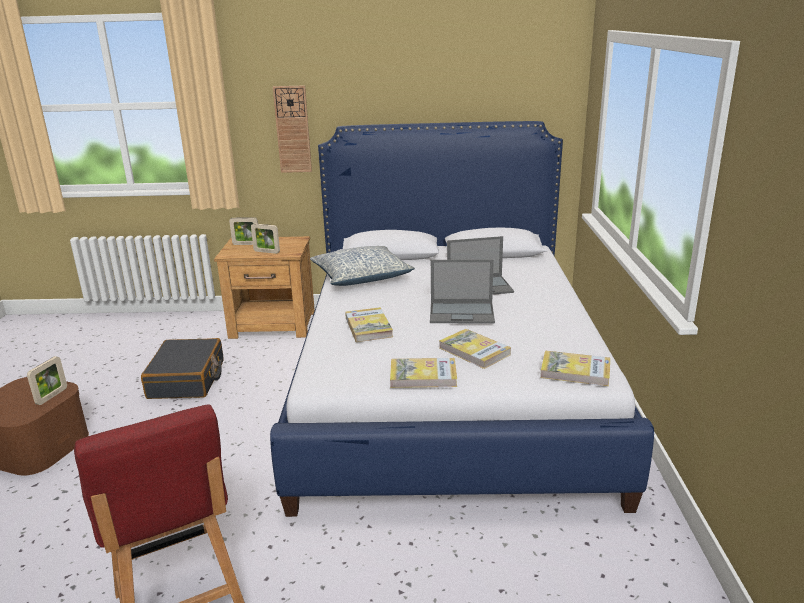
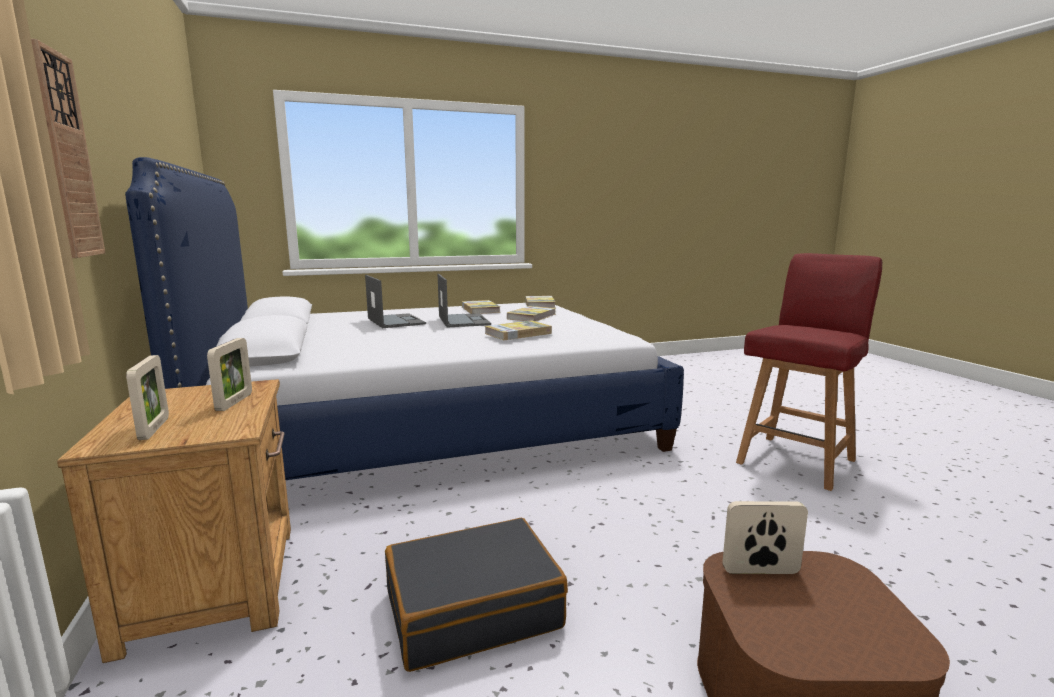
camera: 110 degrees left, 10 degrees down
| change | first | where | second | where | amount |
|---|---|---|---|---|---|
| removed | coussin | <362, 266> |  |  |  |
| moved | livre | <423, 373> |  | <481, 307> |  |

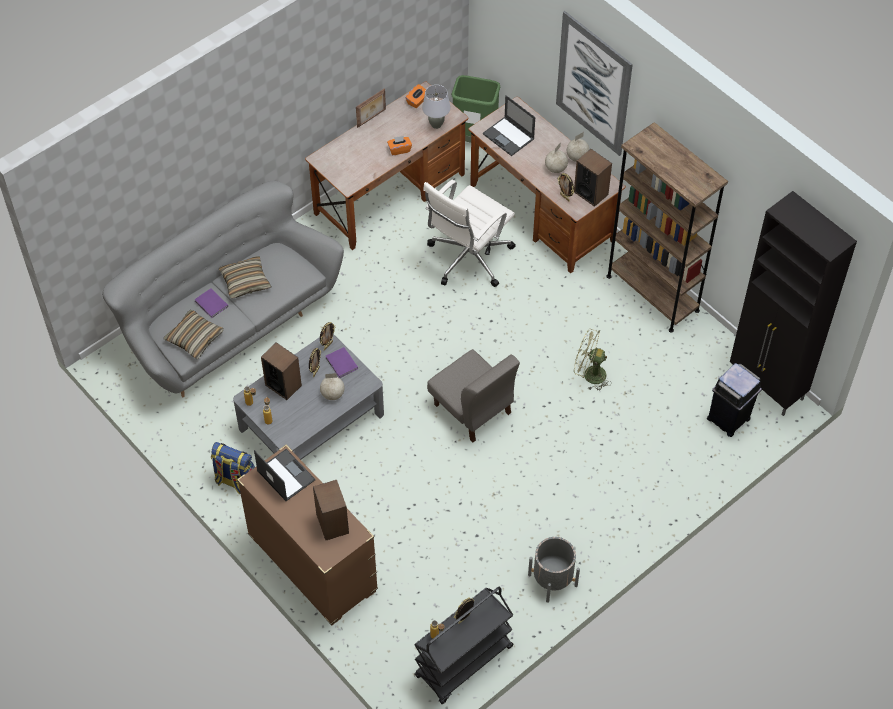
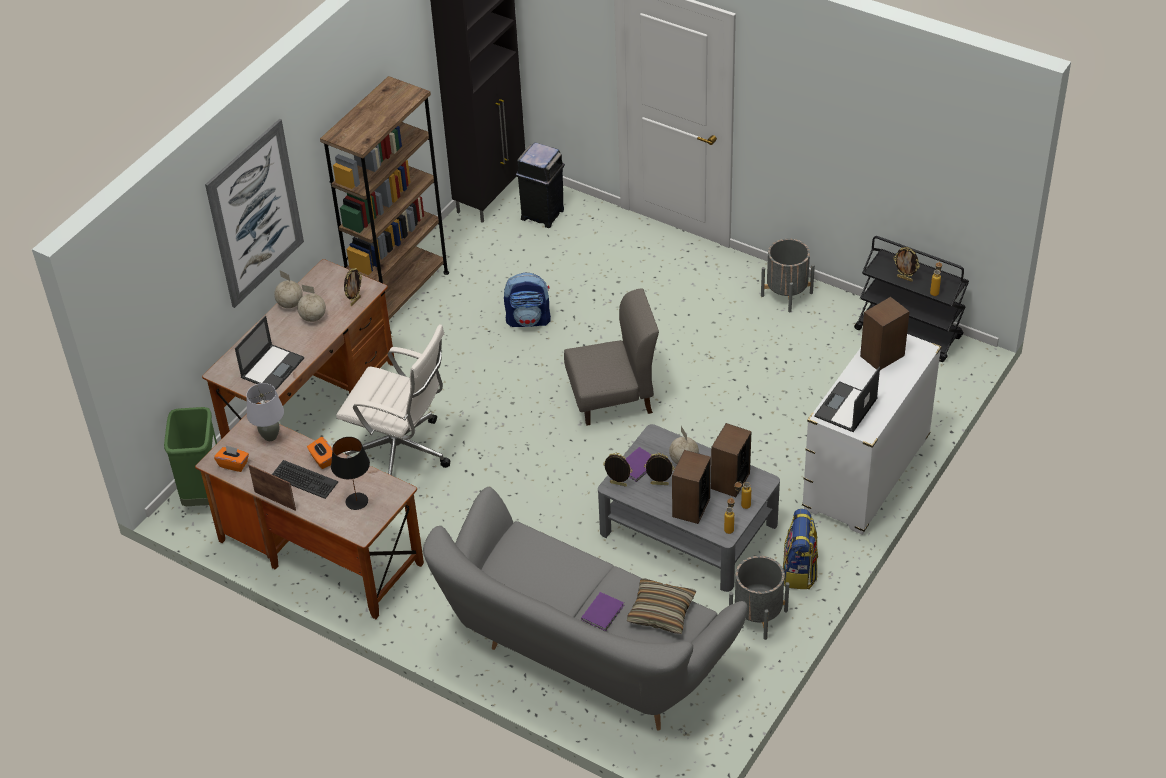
camera: 105 degrees left, 10 degrees down
| change | first | where | second | where | amount |
|---|---|---|---|---|---|
| removed | coussin | <245, 277> |  |  |  |
| recoloured | commode (marron) | <307, 535> | commode (blanc) | <872, 434> |  |
| turned | chaise (gris) | <473, 395> |  | <611, 357> | 45 degrees clockwise |
| moved | enceinte | <593, 178> |  | <731, 460> |  |
| replaced | ventilateur (vert) | <593, 360> | sac à dos | <527, 299> |  |
| added |  |  | clavier | <305, 479> |  |
| added |  |  | lampe de table (noir) | <350, 473> |  |
| added |  |  | cache-pot (gris) | <759, 598> |  |

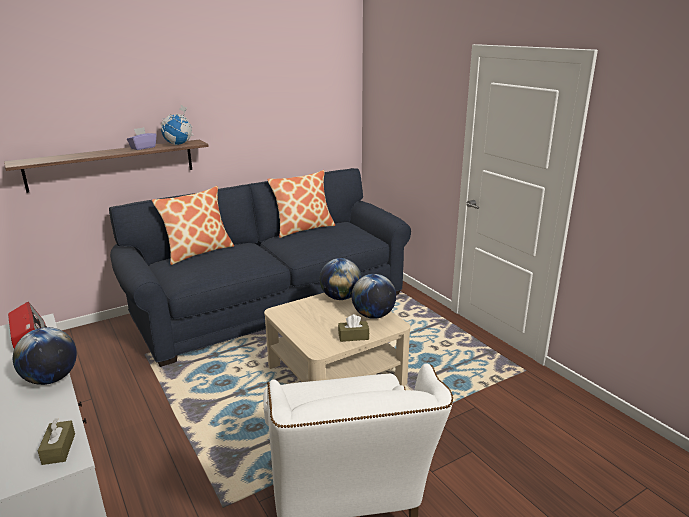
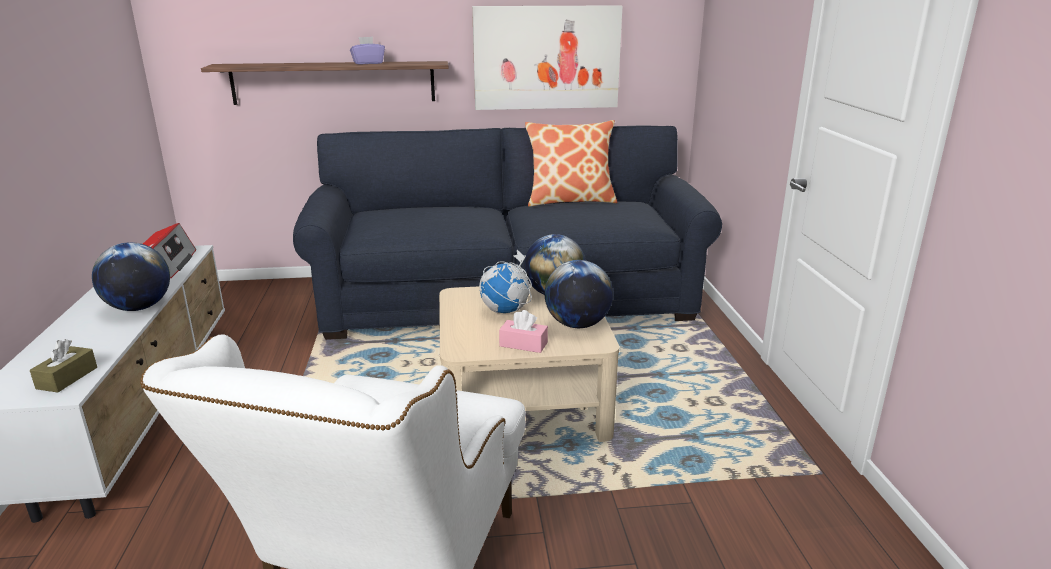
camera: 25 degrees right, 0 degrees up
| change | first | where | second | where | amount |
|---|---|---|---|---|---|
| removed | coussin | <193, 225> |  |  |  |
| moved | globe | <177, 125> |  | <505, 281> |  |
| recoloured | boîte à mouchoirs (marron) | <353, 328> | boîte à mouchoirs (rose) | <523, 331> |  |
| added |  |  | tableau | <547, 57> |  |

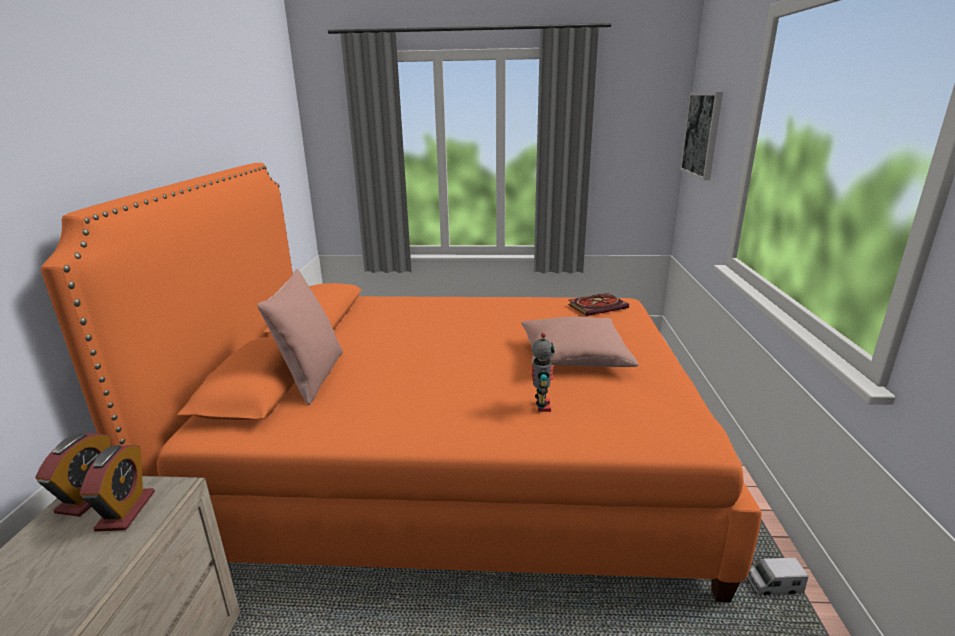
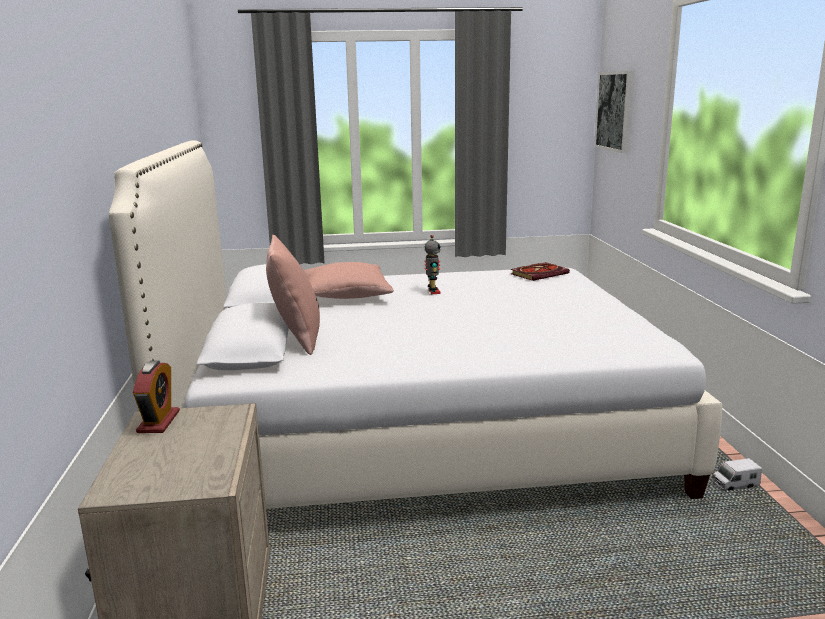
camera: 10 degrees left, 5 degrees down
| change | first | where | second | where | amount |
|---|---|---|---|---|---|
| recoloured | lit (orange) | <401, 382> | lit (blanc) | <415, 324> |  |
| removed | réveil | <117, 488> |  |  |  |
| moved | coussin (rose) | <580, 342> |  | <349, 280> |  |
| moved | robot jouet | <543, 372> |  | <433, 264> |  |

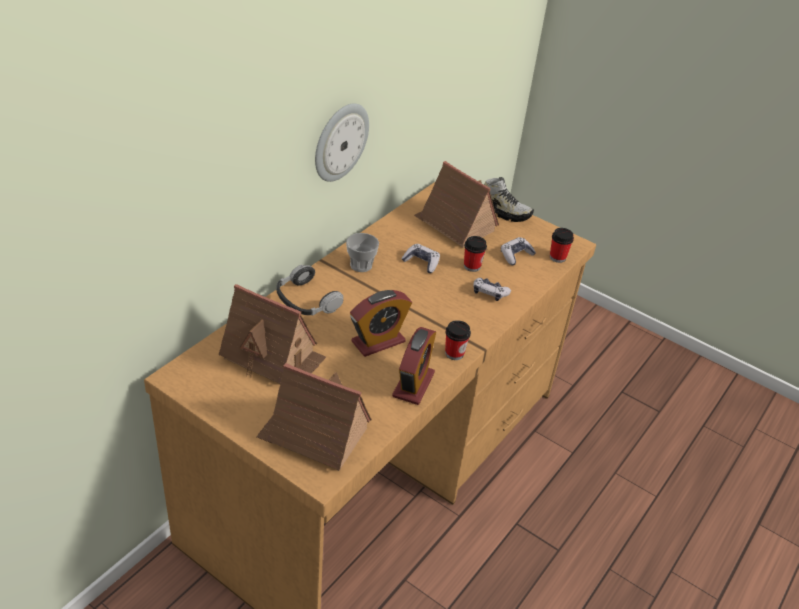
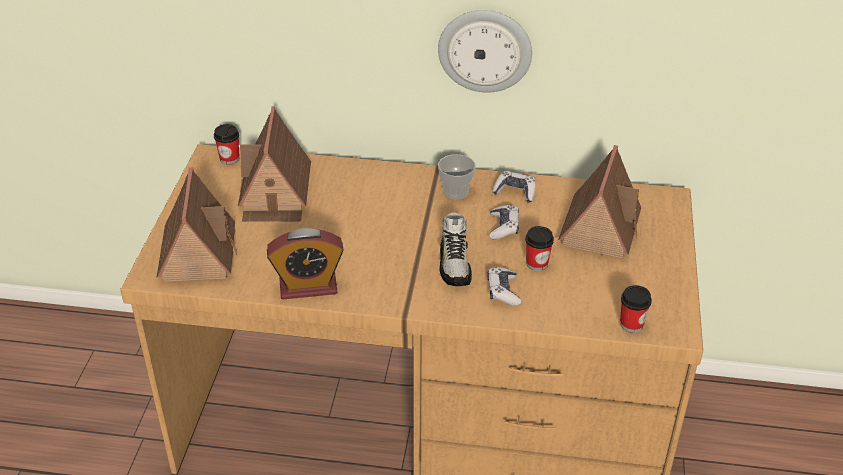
camera: 65 degrees right, 0 degrees up
| change | first | where | second | where | amount |
|---|---|---|---|---|---|
| removed | casque audio | <310, 290> |  |  |  |
| removed | réveil | <381, 323> |  |  |  |
| moved | tasse | <458, 340> |  | <226, 144> |  |
| moved | chaussure | <509, 199> |  | <456, 249> |  |
| moved | manette | <518, 251> |  | <514, 186> |  |

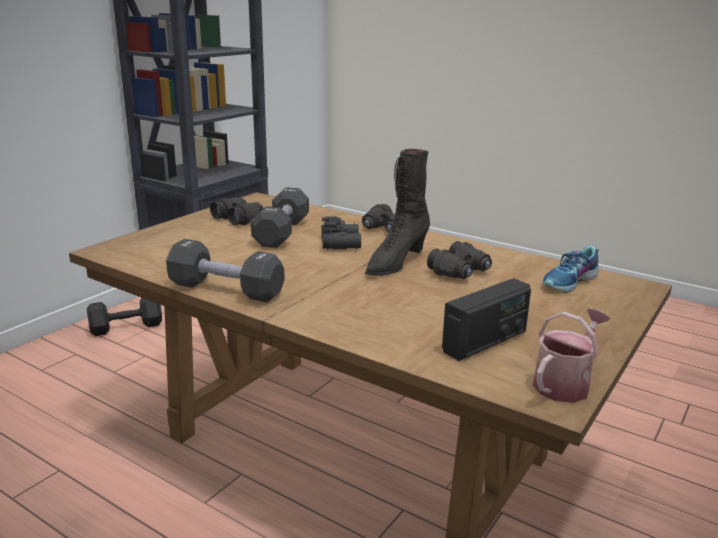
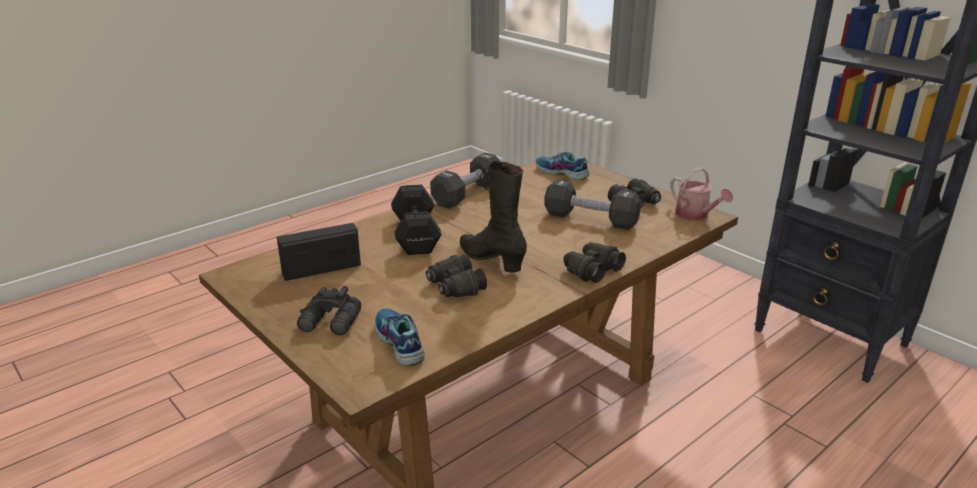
camera: 105 degrees right, 5 degrees up
| change | first | where | second | where | amount |
|---|---|---|---|---|---|
| moved | haltère (noir) | <124, 317> |  | <416, 219> |  |
| moved | jumelles (noir) | <341, 232> |  | <329, 311> |  |
| turned | radio | <486, 319> |  | <319, 252> | 90 degrees clockwise |
| moved | arrosoir | <571, 355> |  | <701, 194> |  |
| added |  |  | chaussure | <562, 166> |  |

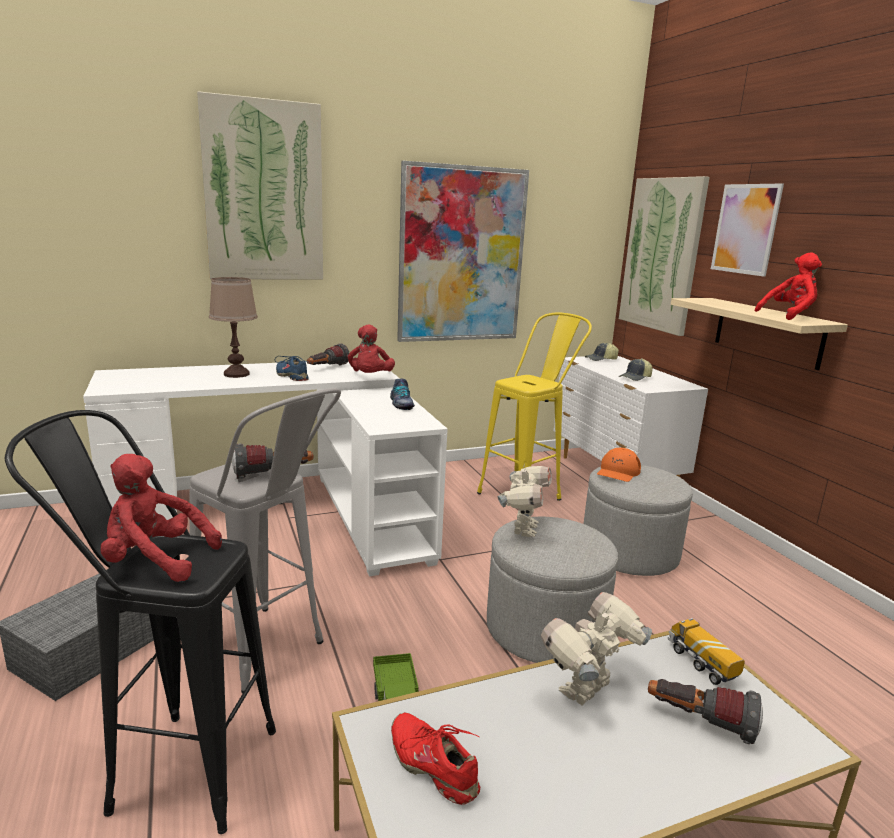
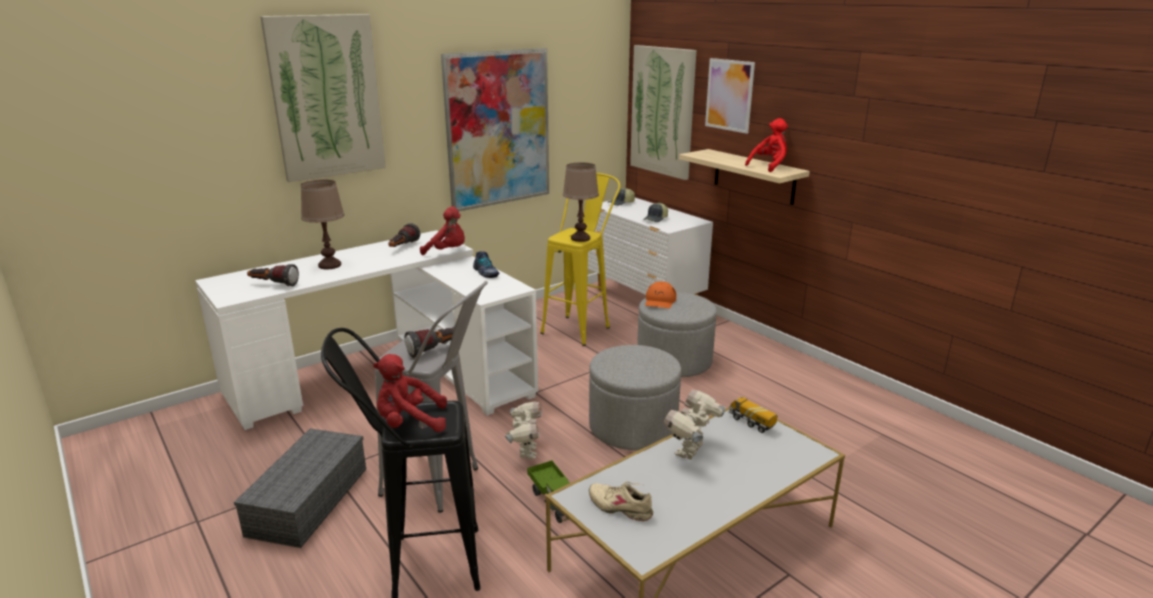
camera: 15 degrees left, 5 degrees up
| change | first | where | second | where | amount |
|---|---|---|---|---|---|
| removed | chaussure (bleu) | <293, 368> |  |  |  |
| turned | peluche (rouge) | <371, 349> |  | <442, 230> | 60 degrees counterclockwise |
| recoloured | chaussure (rouge) | <435, 758> | chaussure (beige) | <621, 501> |  |
| moved | robot jouet | <525, 500> |  | <523, 430> |  |
| moved | lampe de poche | <705, 711> |  | <273, 275> |  |
| added |  |  | lampe de table (marron) | <581, 202> |  |

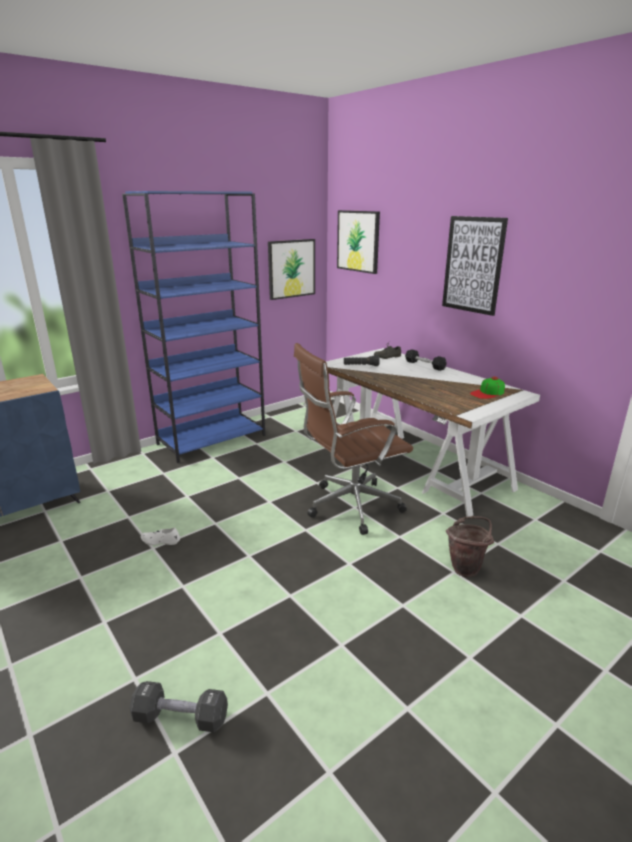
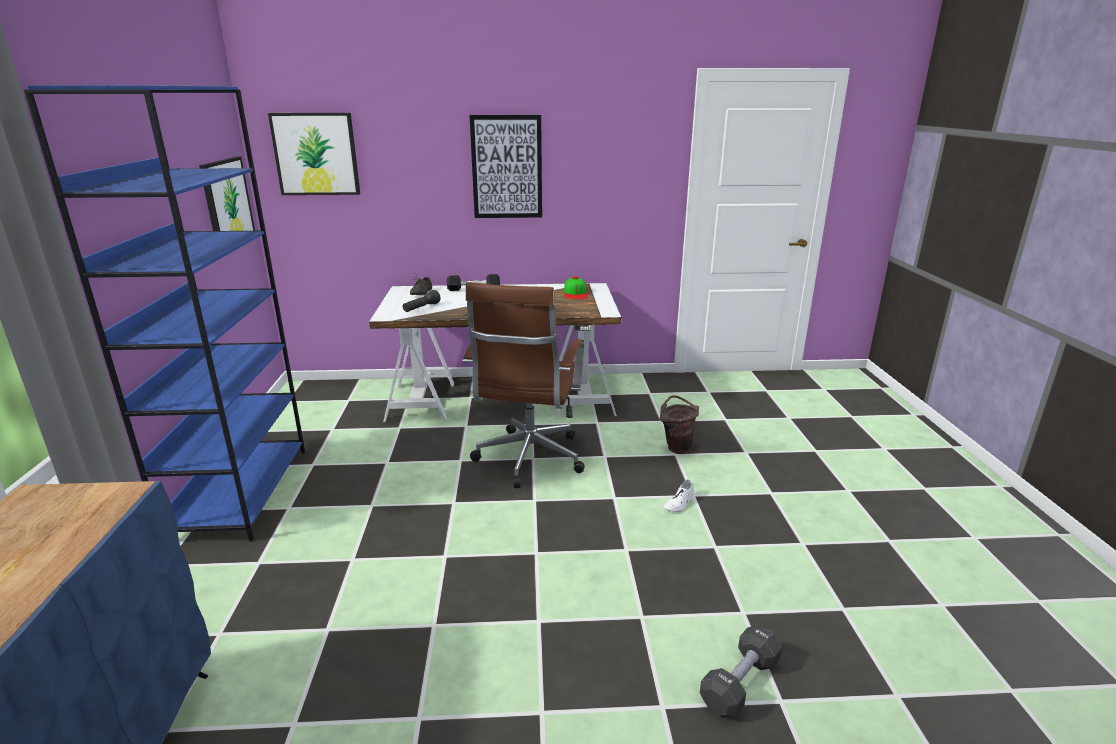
camera: 55 degrees left, 0 degrees up
| change | first | where | second | where | amount |
|---|---|---|---|---|---|
| moved | chaussure (blanc) | <160, 536> |  | <679, 495> |  |

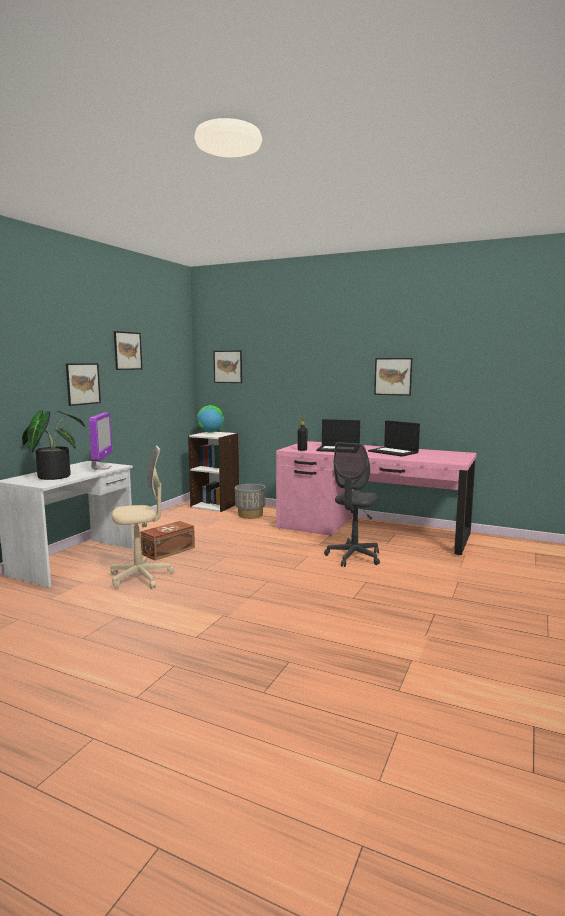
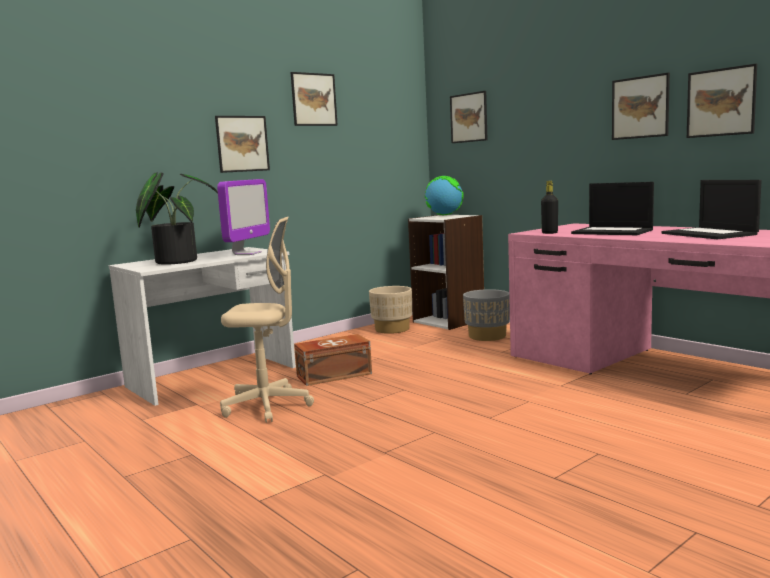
camera: 25 degrees right, 0 degrees up
| change | first | where | second | where | amount |
|---|---|---|---|---|---|
| removed | chaise de bureau (gris) | <352, 504> |  |  |  |
| added |  |  | cache-pot (beige) | <390, 310> |  |
| added |  |  | tableau | <641, 106> |  |

